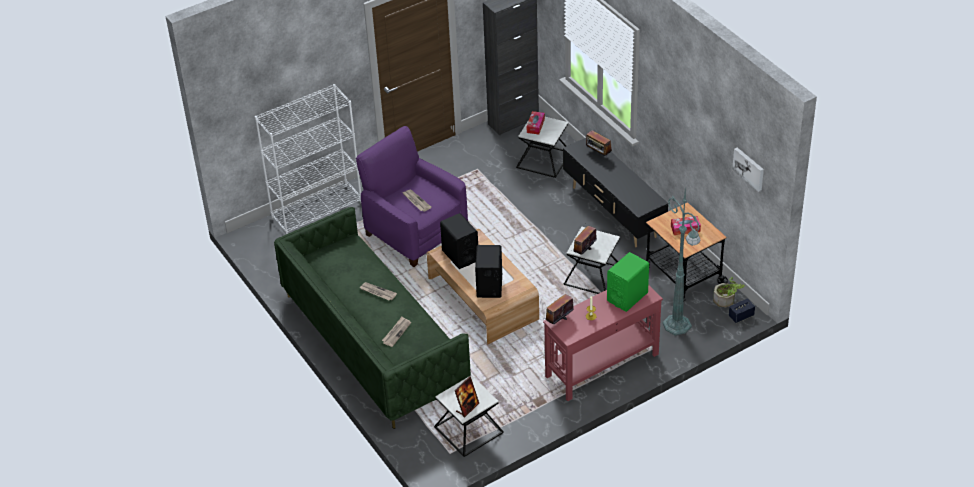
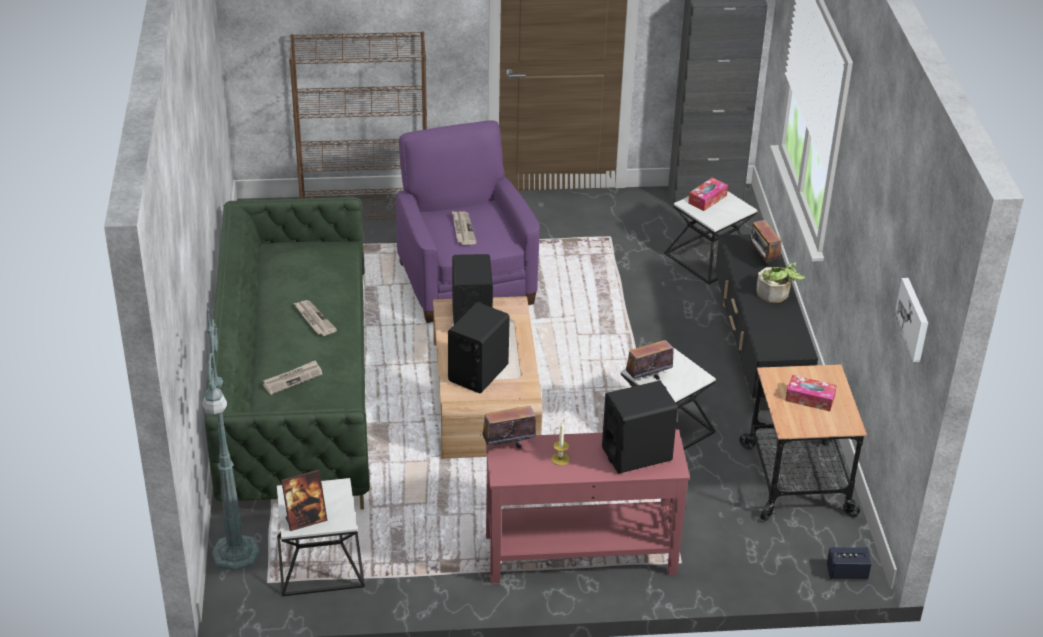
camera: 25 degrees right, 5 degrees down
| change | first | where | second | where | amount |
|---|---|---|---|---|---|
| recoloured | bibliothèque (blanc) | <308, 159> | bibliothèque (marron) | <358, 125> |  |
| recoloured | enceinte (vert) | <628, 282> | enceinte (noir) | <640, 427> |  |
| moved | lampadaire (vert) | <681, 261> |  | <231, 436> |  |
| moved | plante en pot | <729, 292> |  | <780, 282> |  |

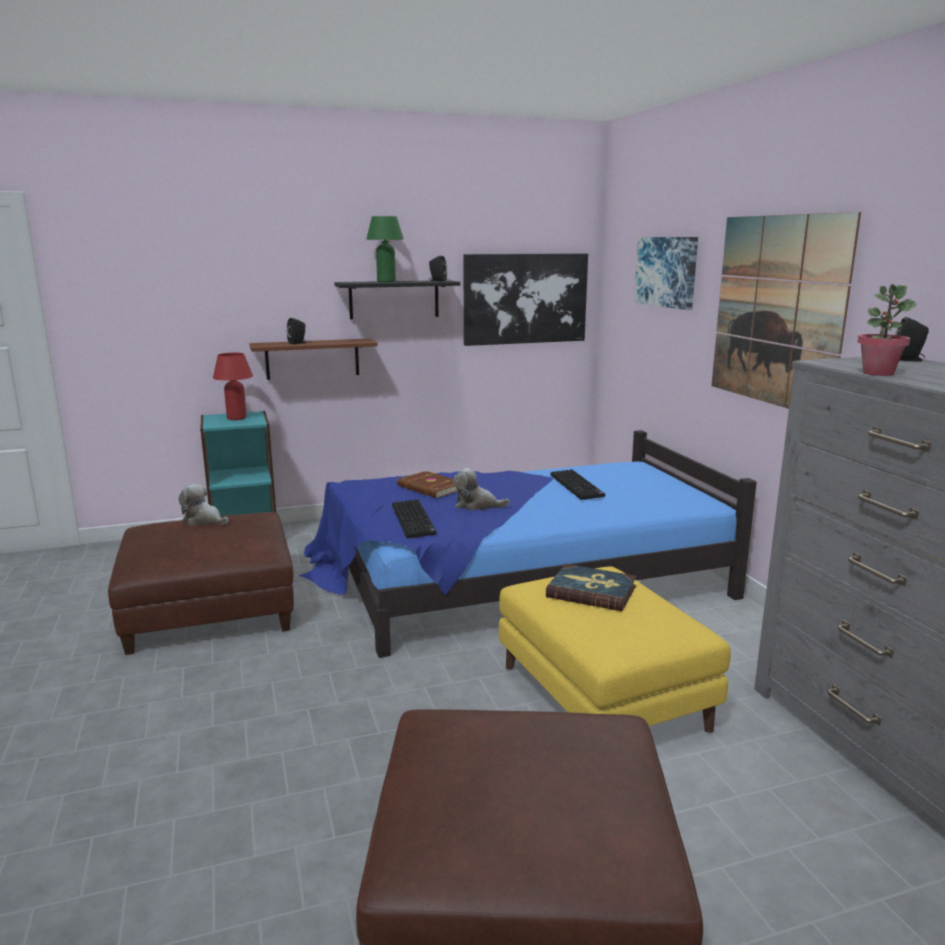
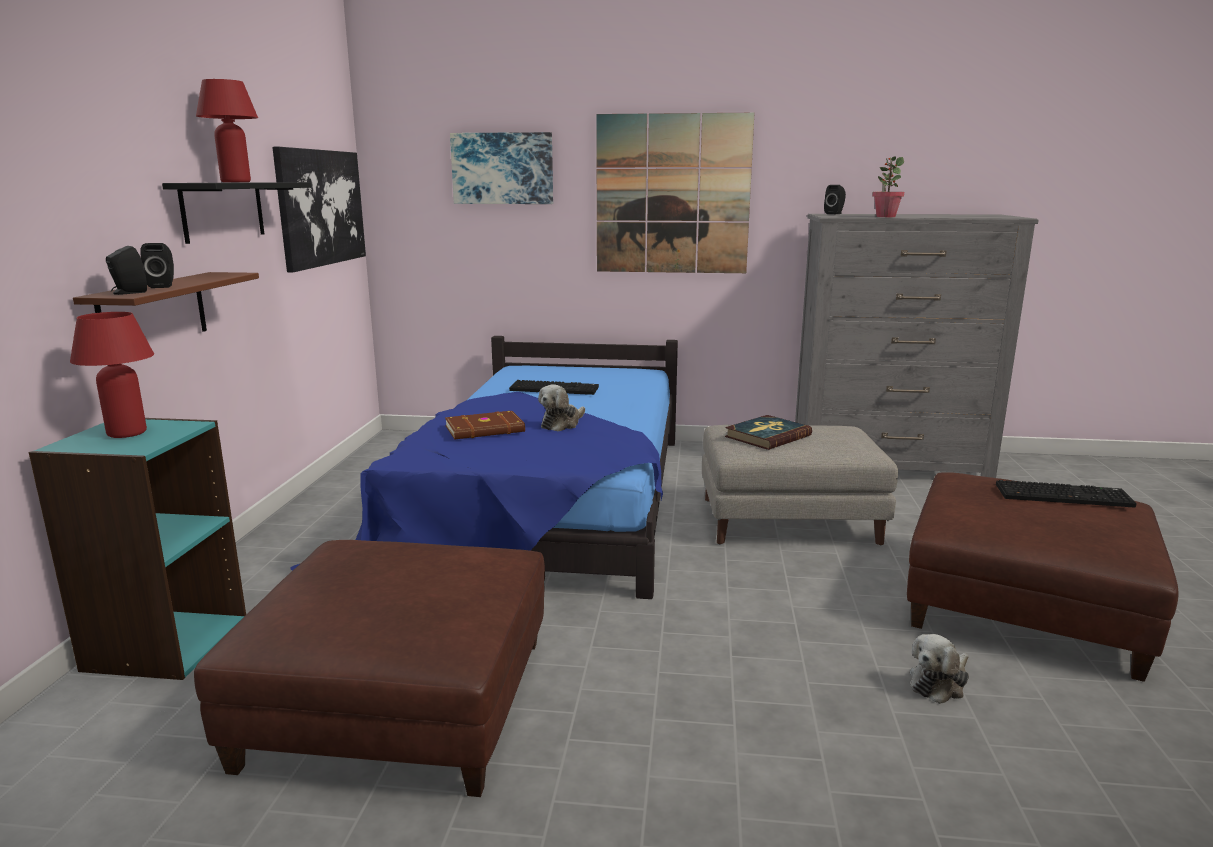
camera: 65 degrees left, 0 degrees up
| change | first | where | second | where | amount |
|---|---|---|---|---|---|
| moved | peluche | <204, 505> |  | <939, 669> |  |
| recoloured | lampe de table (vert) | <385, 249> | lampe de table (rouge) | <227, 130> |  |
| moved | clavier | <414, 519> |  | <1066, 494> |  |
| moved | enceinte (noir) | <438, 268> |  | <126, 270> |  |
| recoloured | pouf (jaune) | <615, 650> | pouf (gris) | <800, 485> |  |

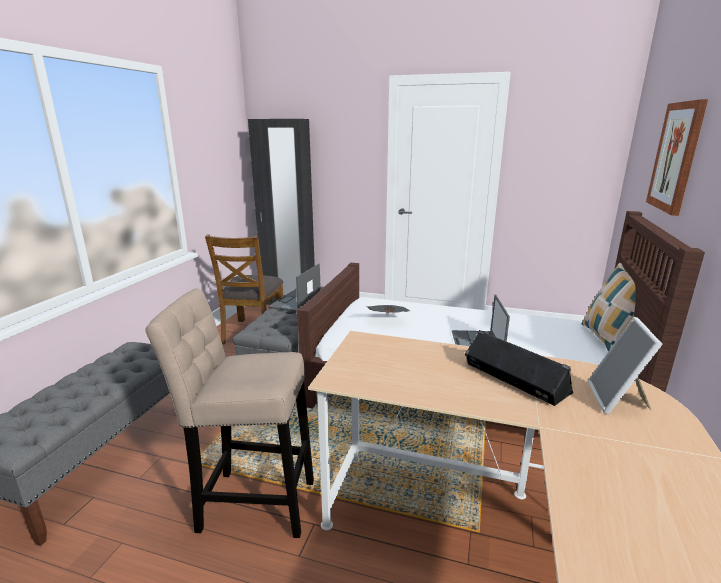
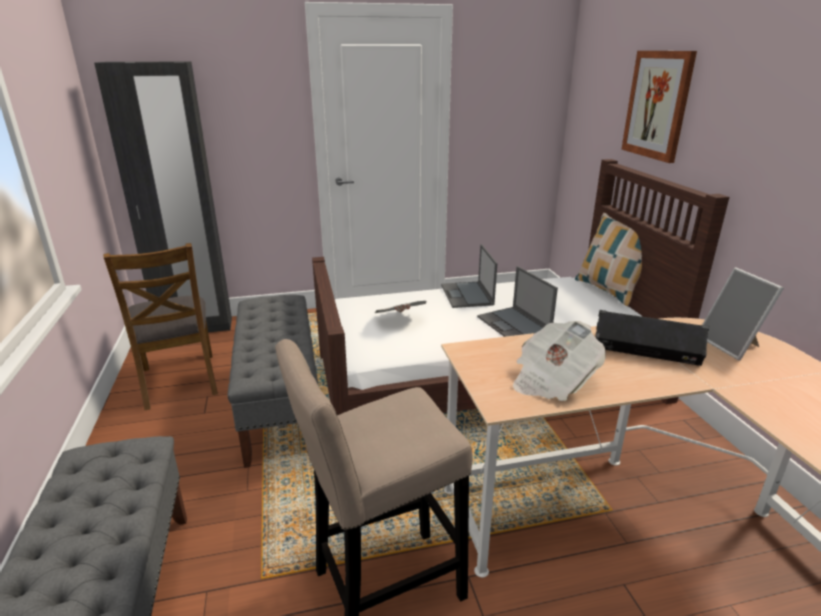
camera: 30 degrees left, 5 degrees up
| change | first | where | second | where | amount |
|---|---|---|---|---|---|
| moved | ordinateur portable | <294, 288> |  | <469, 276> |  |
| added |  |  | journal | <559, 361> |  |

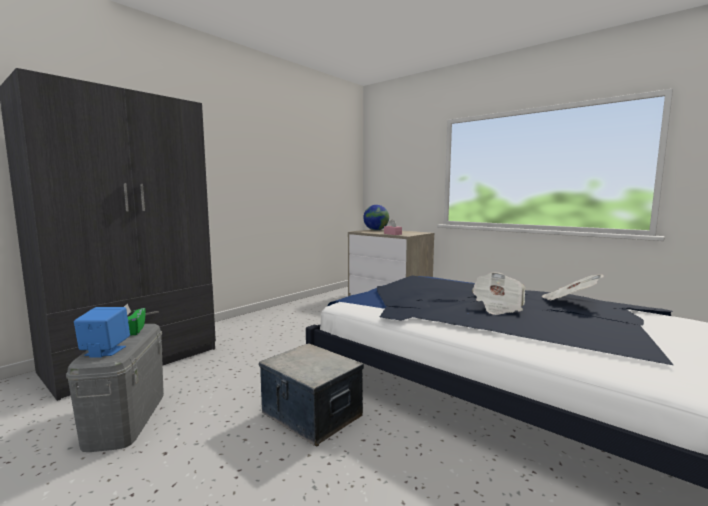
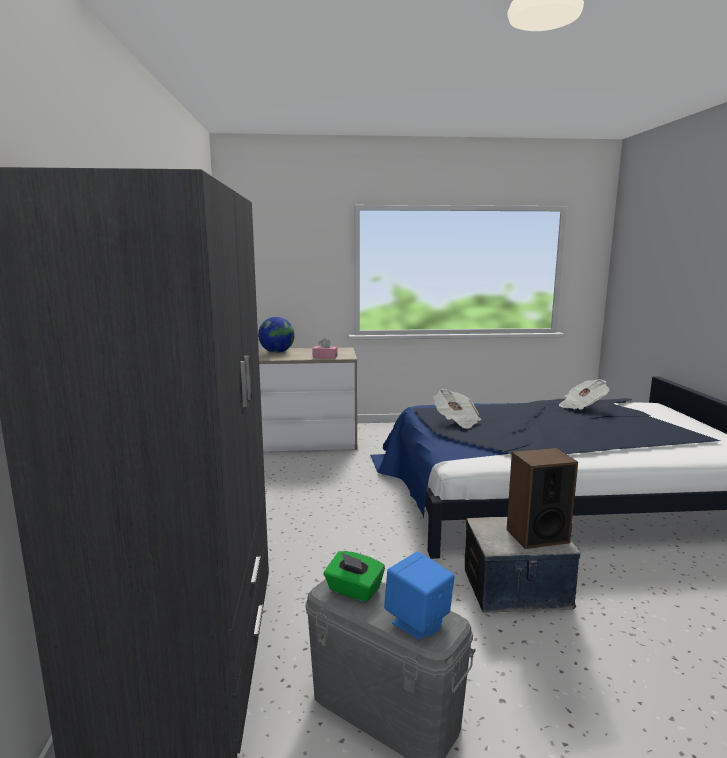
camera: 45 degrees left, 5 degrees up
| change | first | where | second | where | amount |
|---|---|---|---|---|---|
| moved | journal | <499, 293> |  | <457, 409> |  |
| added |  |  | enceinte | <542, 498> |  |

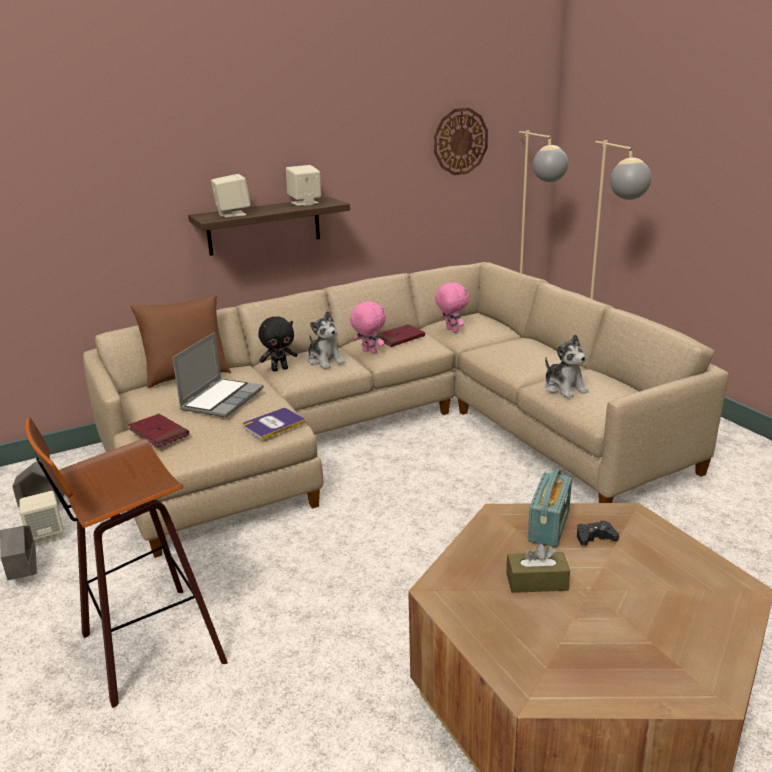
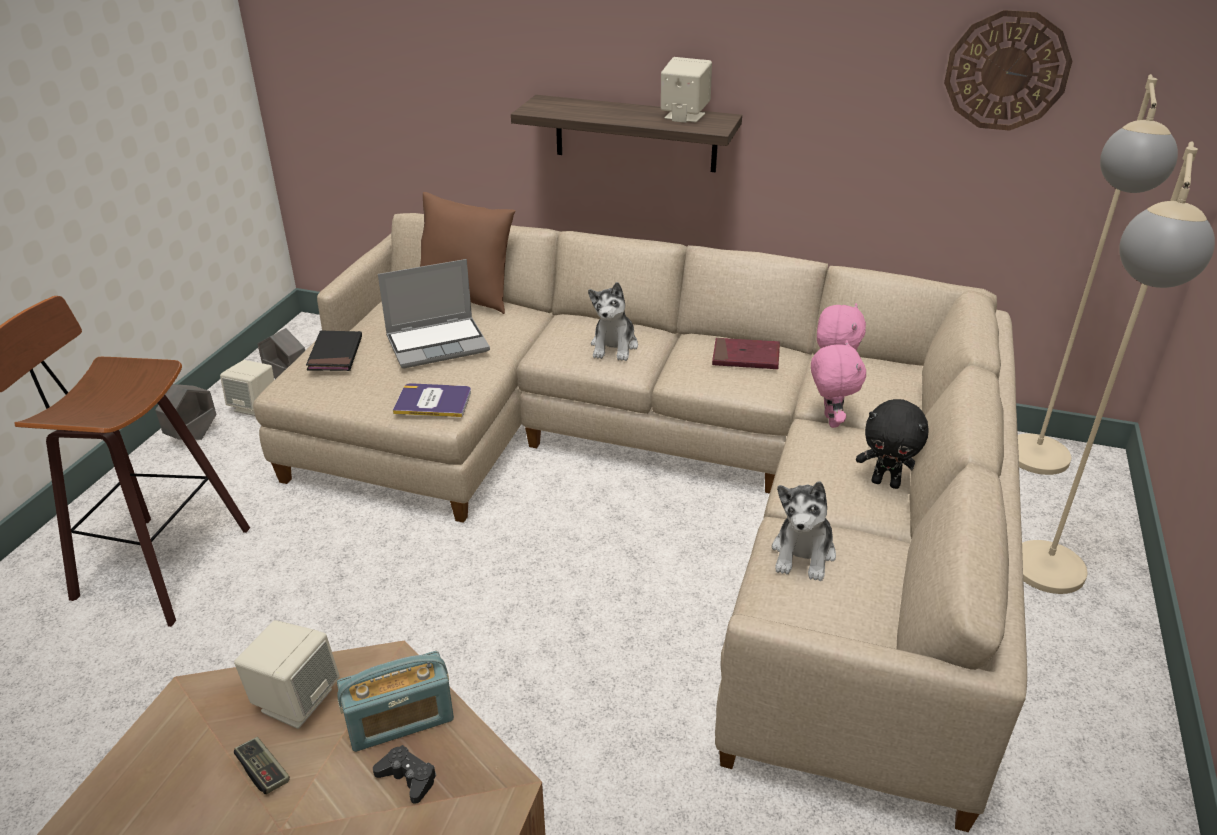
camera: 45 degrees right, 10 degrees up
| change | first | where | second | where | amount |
|---|---|---|---|---|---|
| recoloured | livre (rouge) | <158, 430> | livre (noir) | <334, 351> |  |
| moved | enceinte (beige) | <231, 195> |  | <286, 674> |  |
| moved | peluche (noir) | <278, 343> |  | <892, 444> |  |
| moved | peluche (rose) | <368, 327> |  | <838, 384> |  |
| replaced | boîte à mouchoirs (marron) | <538, 568> | manette | <262, 765> |  |

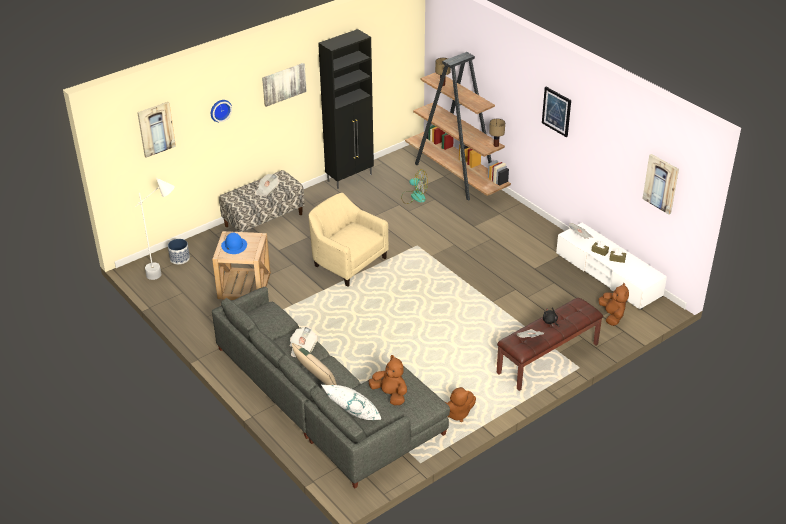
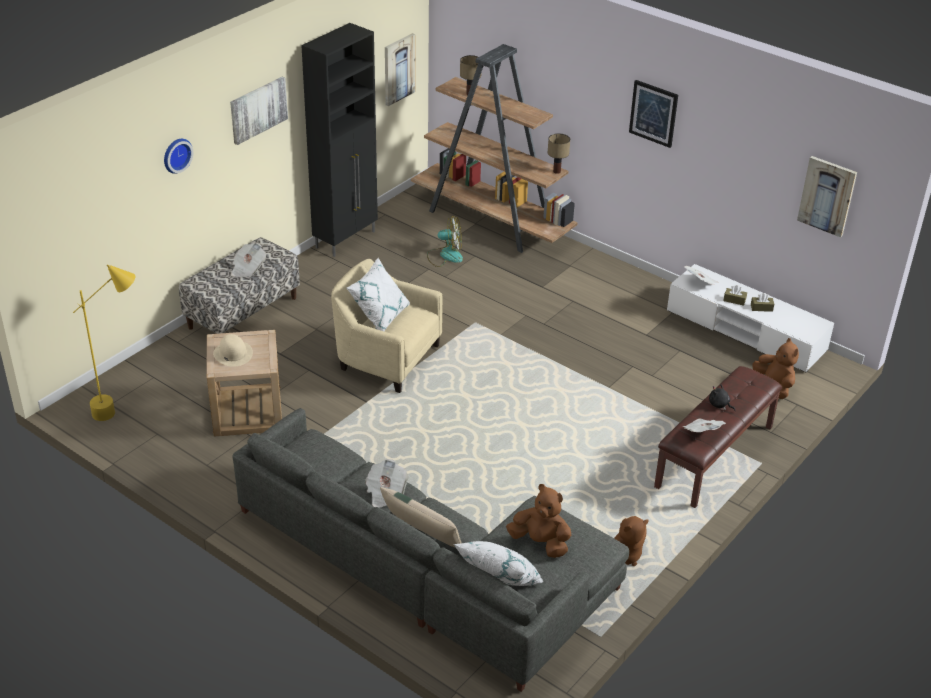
camera: 15 degrees left, 0 degrees up
| change | first | where | second | where | amount |
|---|---|---|---|---|---|
| recoloured | lampadaire (blanc) | <154, 229> | lampadaire (jaune) | <104, 342> |  |
| moved | tableau | <156, 130> |  | <400, 69> |  |
| removed | cache-pot | <179, 251> |  |  |  |
| recoloured | chapeau (bleu) | <234, 243> | chapeau (beige) | <233, 350> |  |
| added |  |  | coussin (blanc) | <378, 294> |  |

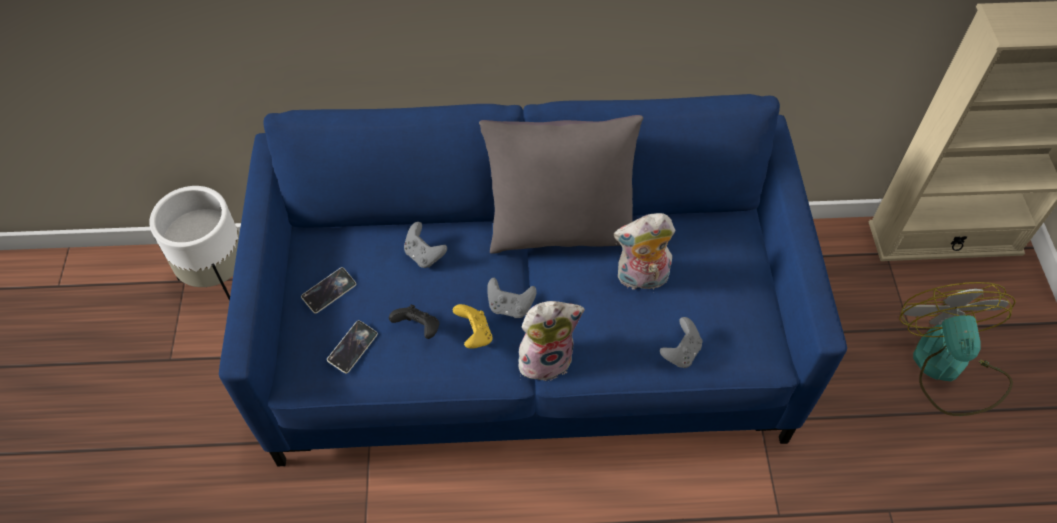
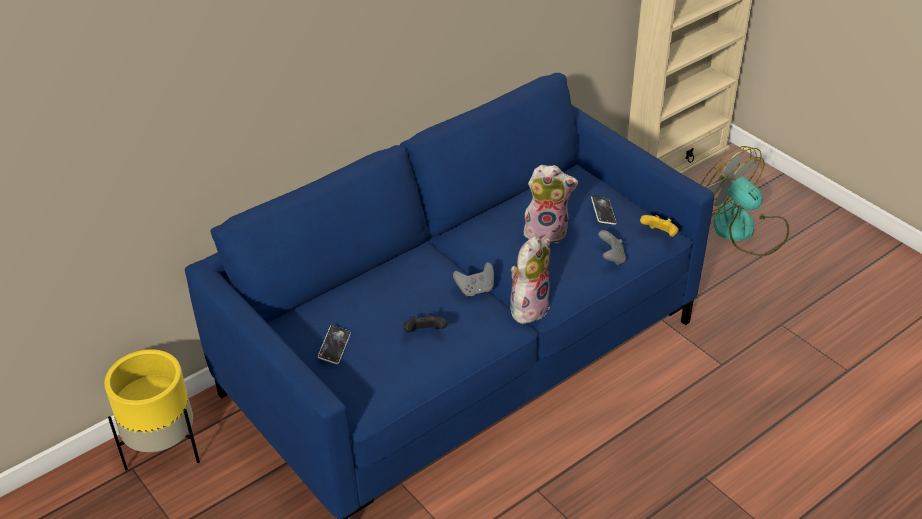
camera: 35 degrees left, 15 degrees down
| change | first | where | second | where | amount |
|---|---|---|---|---|---|
| recoloured | cache-pot (blanc) | <194, 243> | cache-pot (jaune) | <152, 409> |  |
| moved | téléphone | <352, 347> |  | <603, 210> |  |
| removed | manette (gris) | <425, 245> |  |  |  |
| moved | manette (jaune) | <472, 326> |  | <659, 226> |  |
| removed | coussin (gris) | <561, 184> |  |  |  |
| turned | peluche | <644, 252> |  | <551, 204> | 135 degrees counterclockwise |

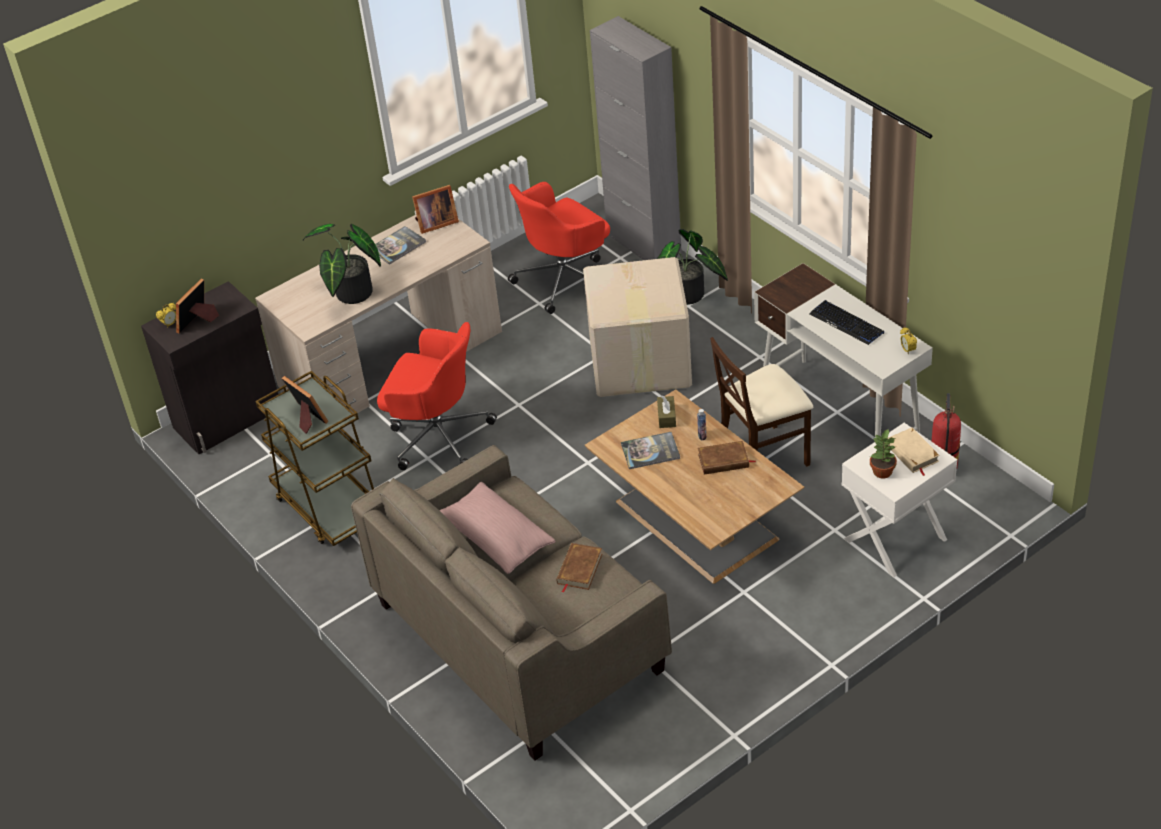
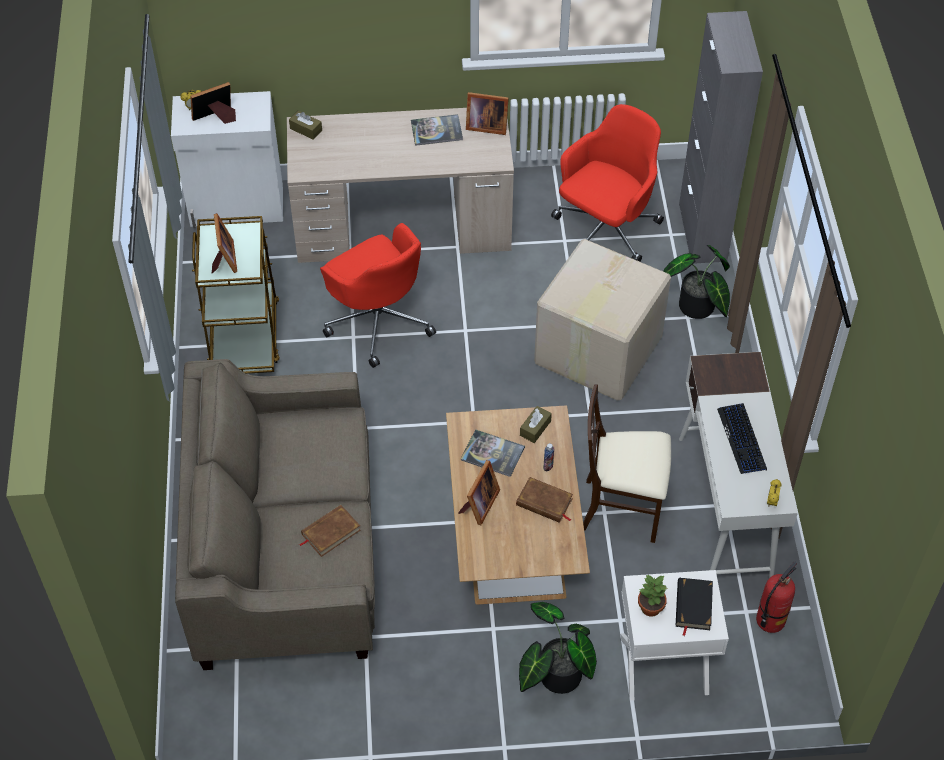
camera: 30 degrees right, 10 degrees up
| change | first | where | second | where | amount |
|---|---|---|---|---|---|
| recoloured | meuble de rangement (noir) | <209, 367> | meuble de rangement (blanc) | <227, 159> |  |
| moved | plante en pot | <342, 264> |  | <558, 648> |  |
| removed | coussin (rose) | <497, 528> |  |  |  |
| turned | chaise de bureau (rouge) | <559, 248> |  | <607, 183> | 135 degrees clockwise |
| recoloured | livre (beige) | <914, 452> | livre (noir) | <694, 607> |  |
| added |  |  | boîte à mouchoirs (marron) | <305, 125> |  |
| added |  |  | cadre photo | <479, 492> |  |

